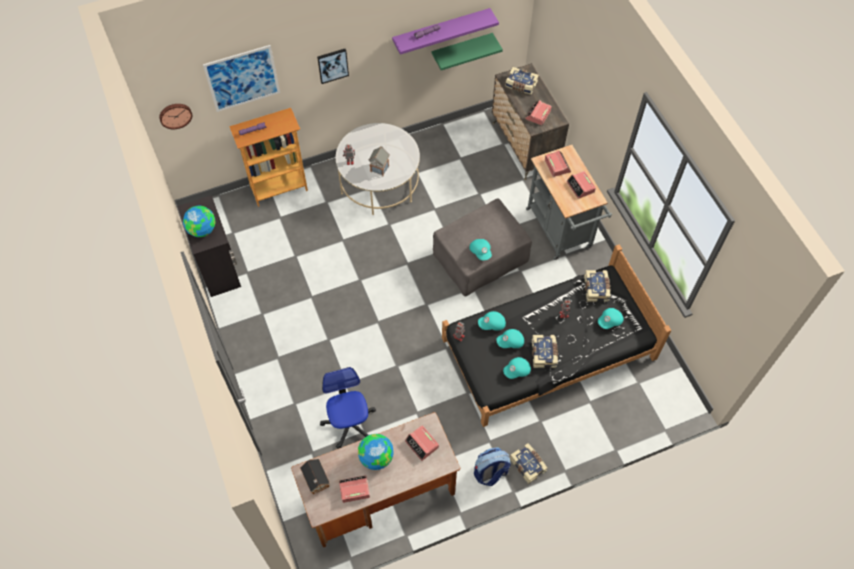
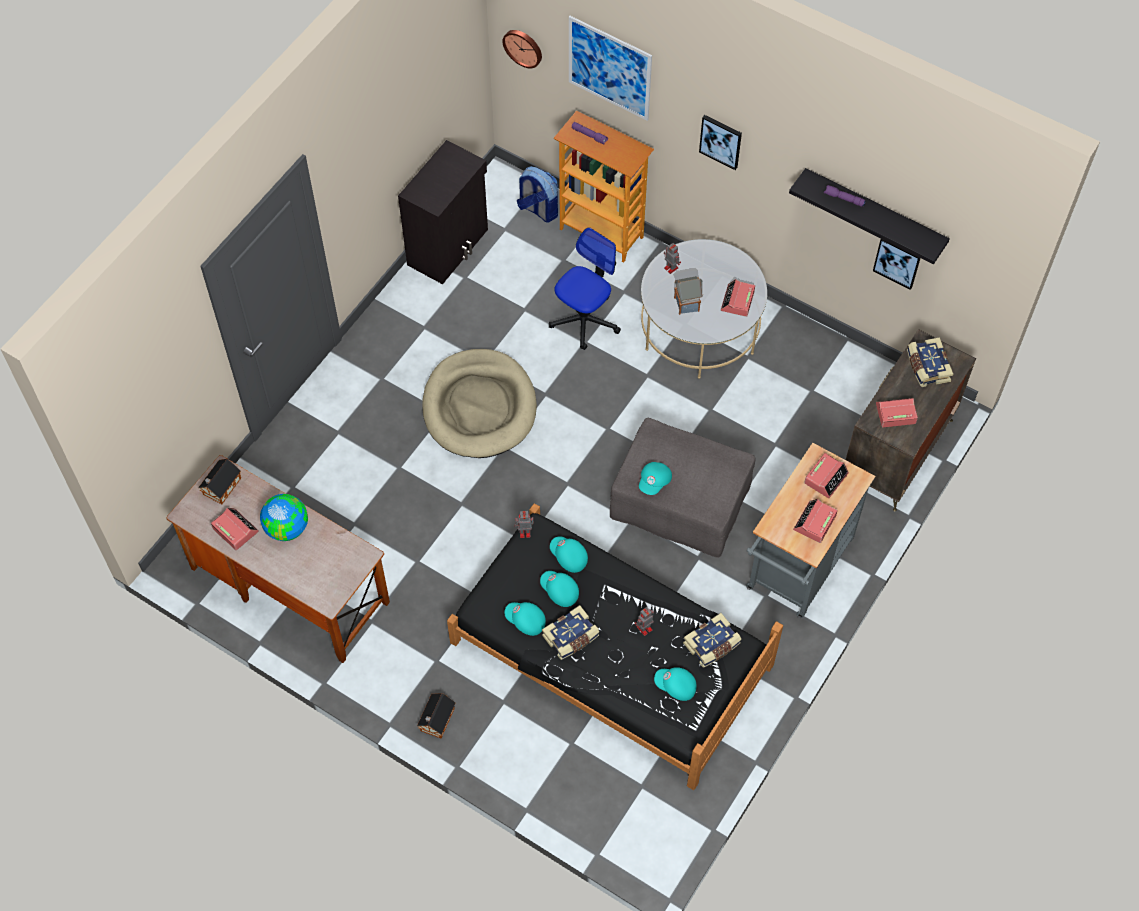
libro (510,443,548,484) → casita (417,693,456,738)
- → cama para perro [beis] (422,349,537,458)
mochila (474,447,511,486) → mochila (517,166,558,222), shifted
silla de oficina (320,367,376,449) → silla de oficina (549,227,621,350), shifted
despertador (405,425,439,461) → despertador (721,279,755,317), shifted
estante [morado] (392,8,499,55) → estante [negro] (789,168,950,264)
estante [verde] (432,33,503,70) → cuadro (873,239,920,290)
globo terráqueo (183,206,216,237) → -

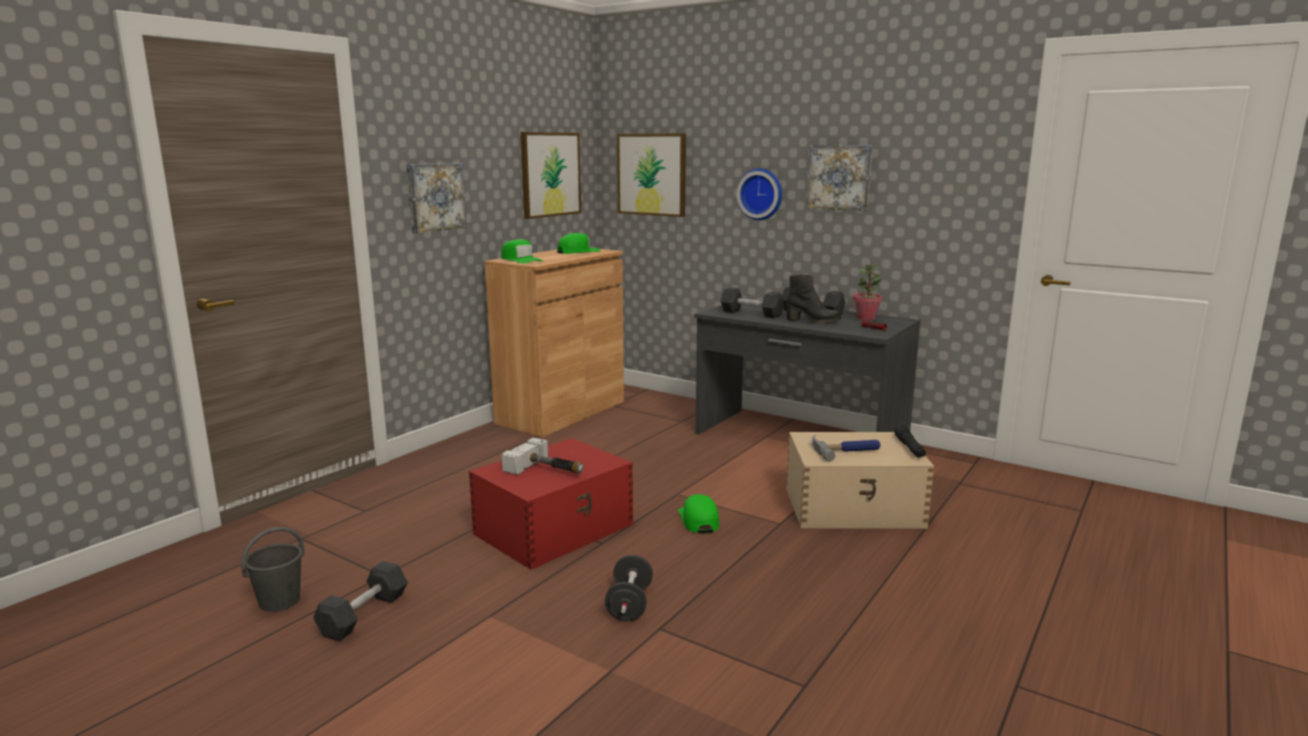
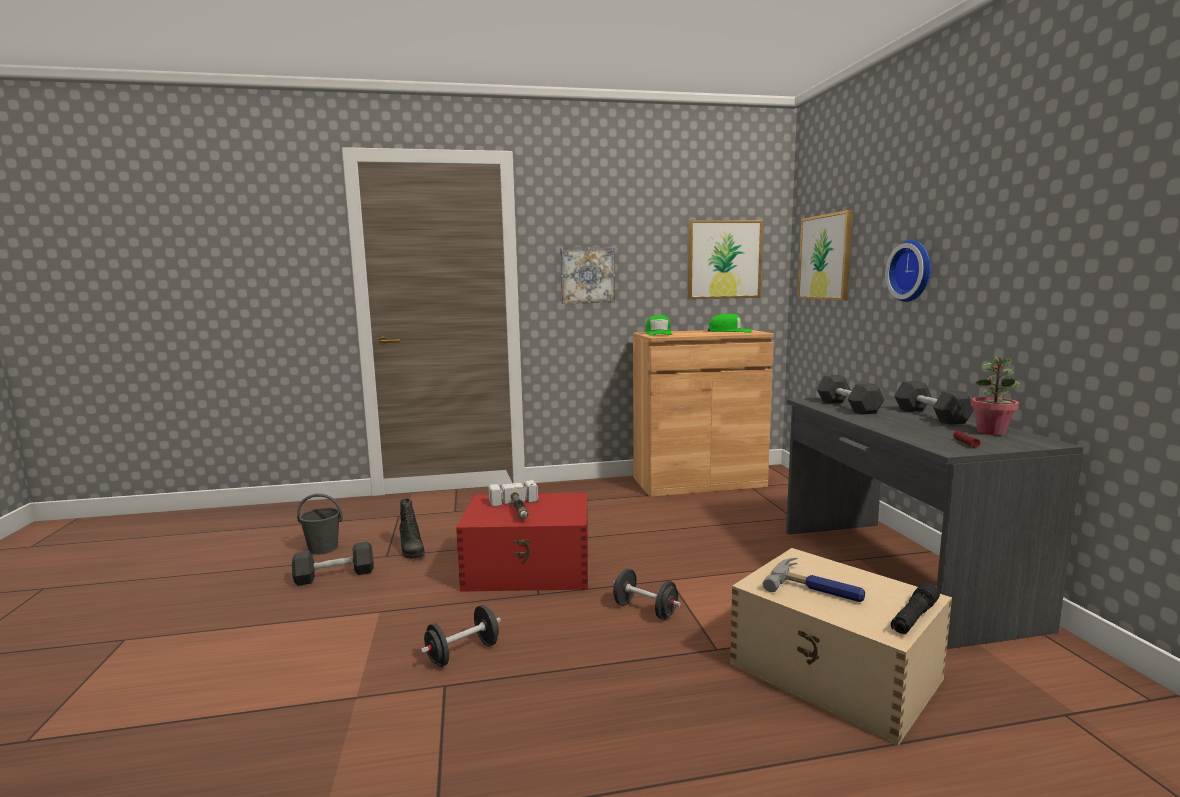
bota [negro] (786,275,841,324) → bota [negro] (399,498,425,559), shifted
gorra [verde] (678,494,719,534) → mancuerna [negro] (612,569,681,620)
cuadro (807,145,873,211) → -

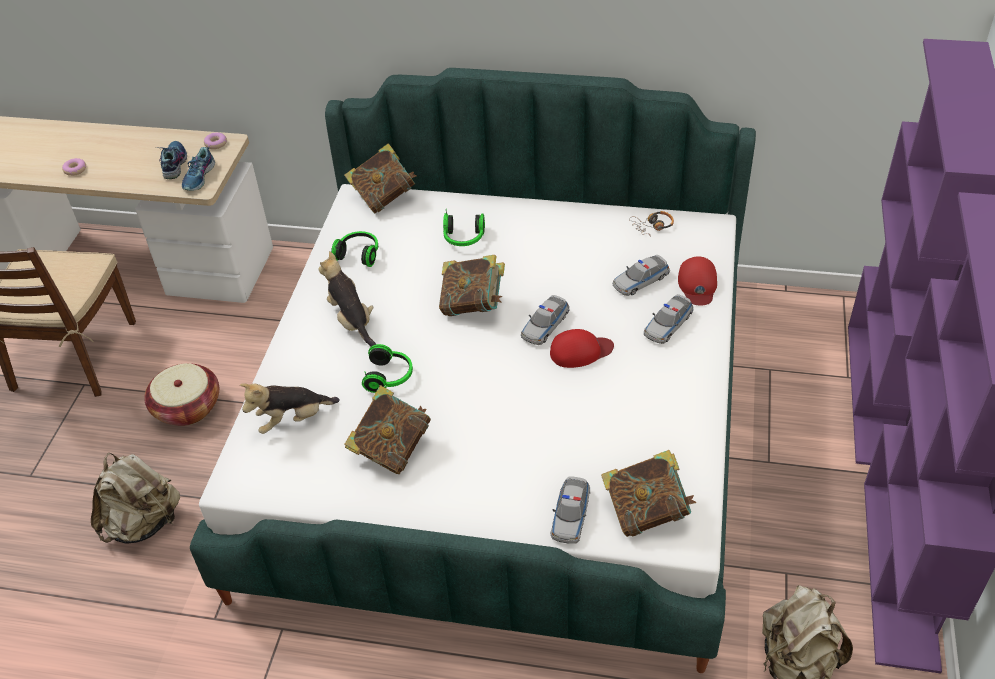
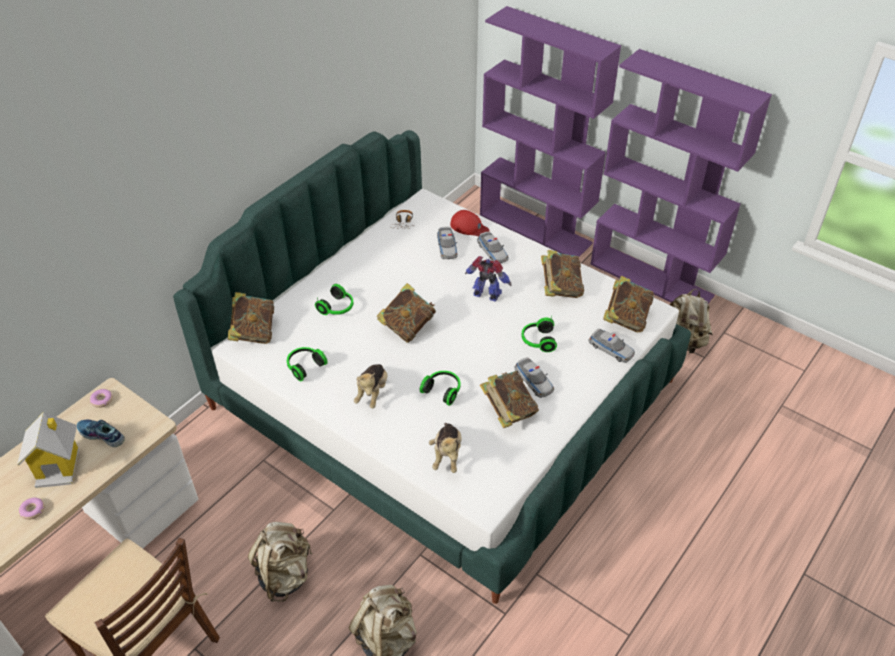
- → casita (17,412,79,488)
cesta (144,363,219,426) → mochila [beis] (248,522,312,602)
peluche (318,251,376,346) → peluche (354,364,388,408), 75 degrees counterclockwise
gorra [rojo] (550,329,614,368) → robot de juguete (465,256,512,302)
coche de juguete (521,295,570,345) → coche de juguete (514,357,554,398), shifted
- → auriculares (521,316,557,352)
- → libro (541,250,584,298)
zapato (182,147,215,191) → -

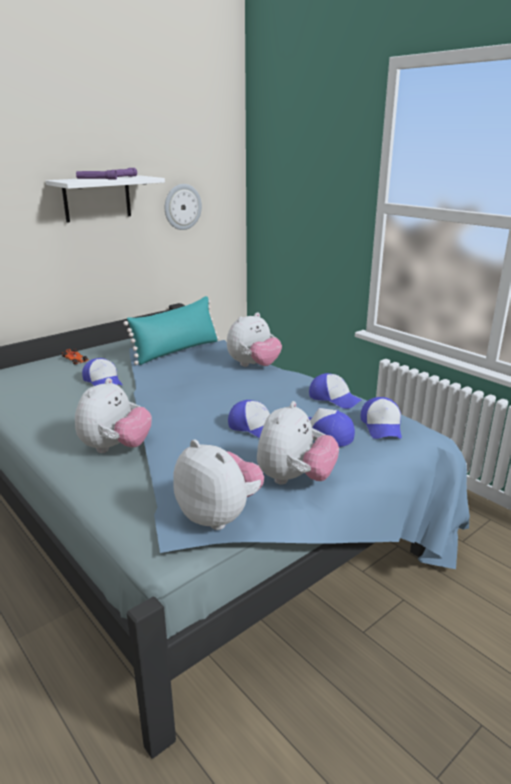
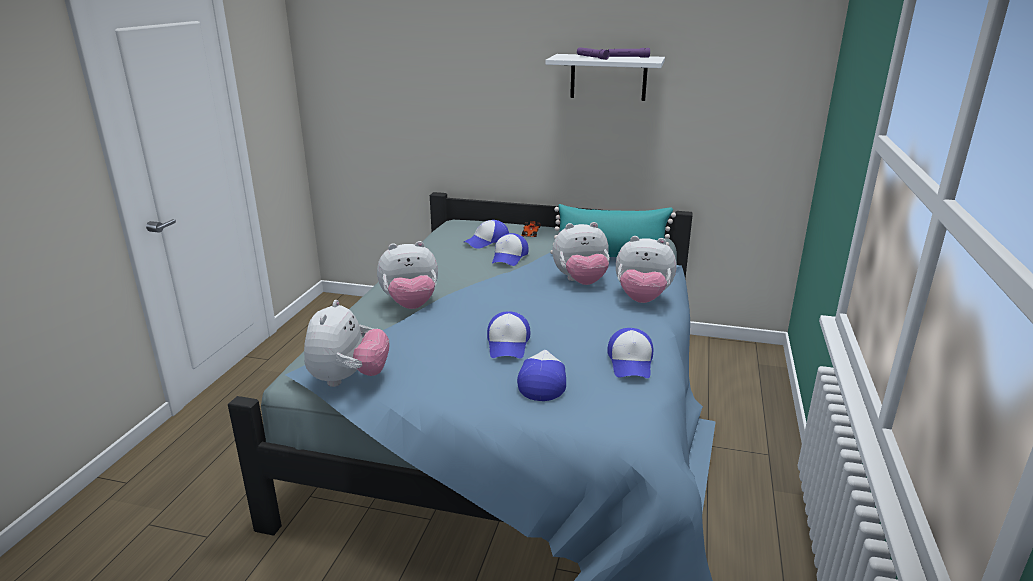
gorra (361,397,402,439) → gorra (464,220,509,249), shifted
peluche (257,401,339,485) → peluche (552,222,610,285), shifted
reloj de pared (165,184,202,230) → -

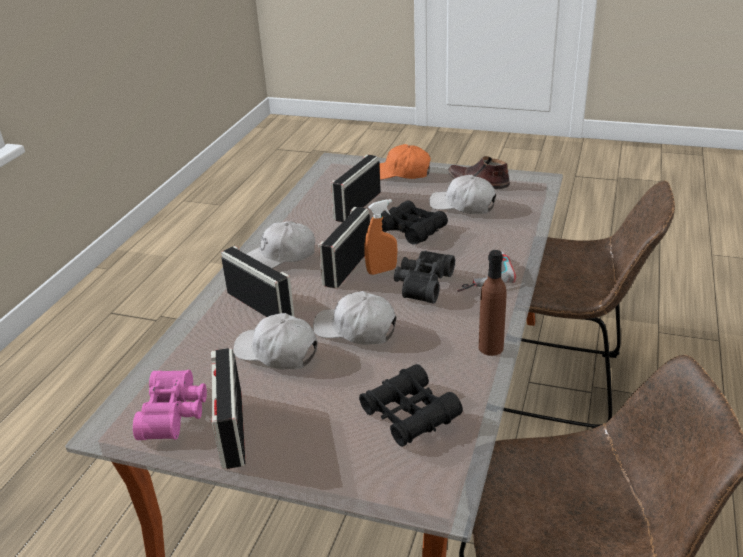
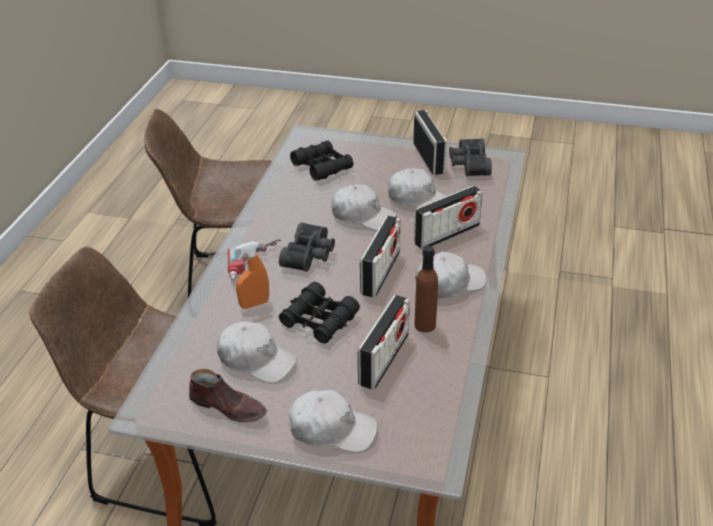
pulverizador [naranja] (364,199,398,275) → pulverizador [naranja] (235,242,269,309), shifted
gorra [naranja] (379,144,431,179) → gorra [blanco] (289,390,377,452)
radio (221,246,295,317) → radio (414,185,483,250), 75 degrees counterclockwise
botella [marrón] (479,250,507,356) → botella [marrón] (414,246,438,333), shifted
prismáticos [rosa] (133,370,207,440) → prismáticos [negro] (449,138,492,176)

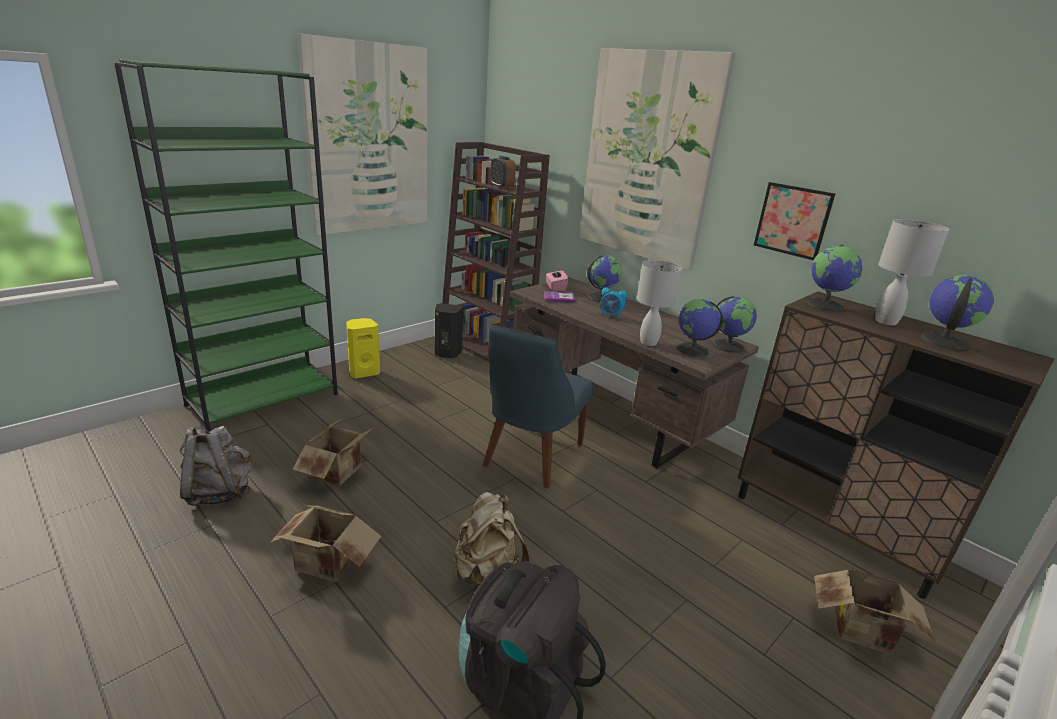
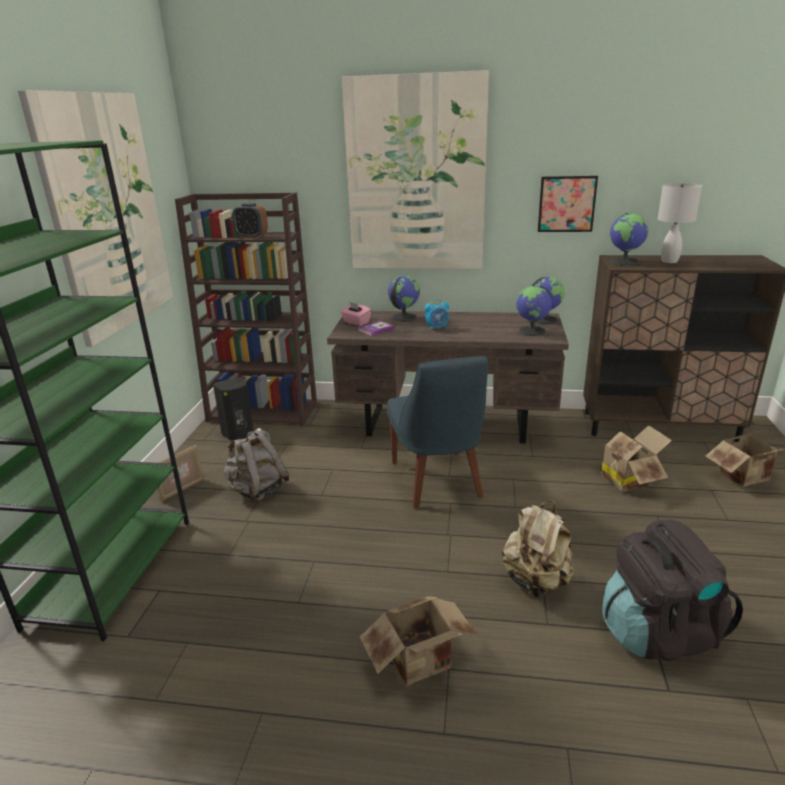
altavoz [amarillo] (346,318,380,378) → portarretratos (157,445,205,502)
mochila [gris] (180,426,252,506) → mochila [gris] (223,428,289,503), shifted
caja de cartón (293,418,374,486) → caja de cartón (595,425,672,492), shifted
lámpara de mesa [blanco] (637,260,682,346) → -
globo terráqueo (921,275,994,350) → -

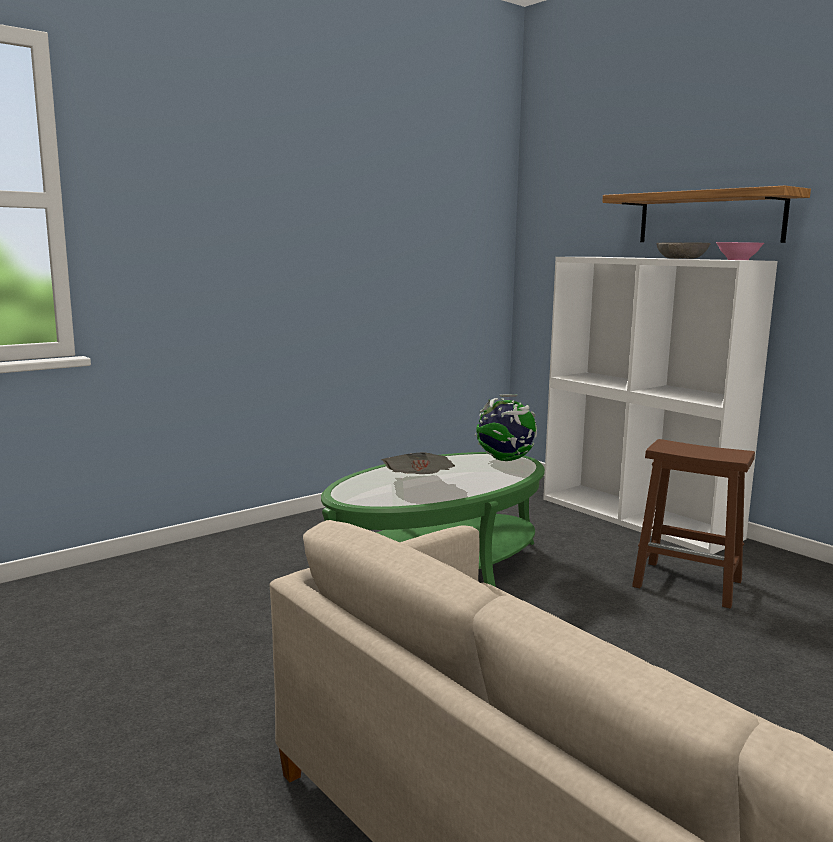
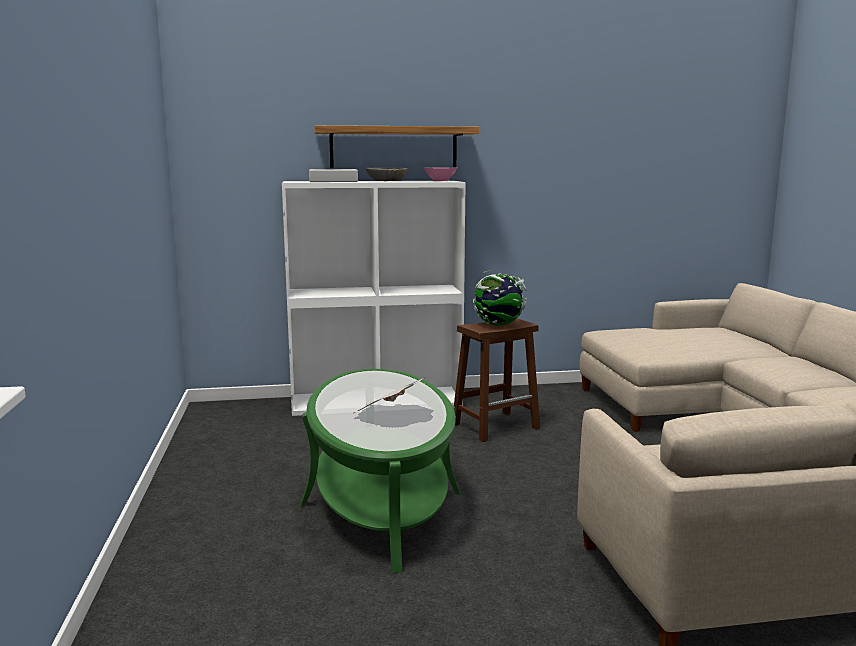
- → bandeja [gris] (309,169,358,182)
globo terráqueo (475,394,537,461) → globo terráqueo (473,270,527,326), shifted

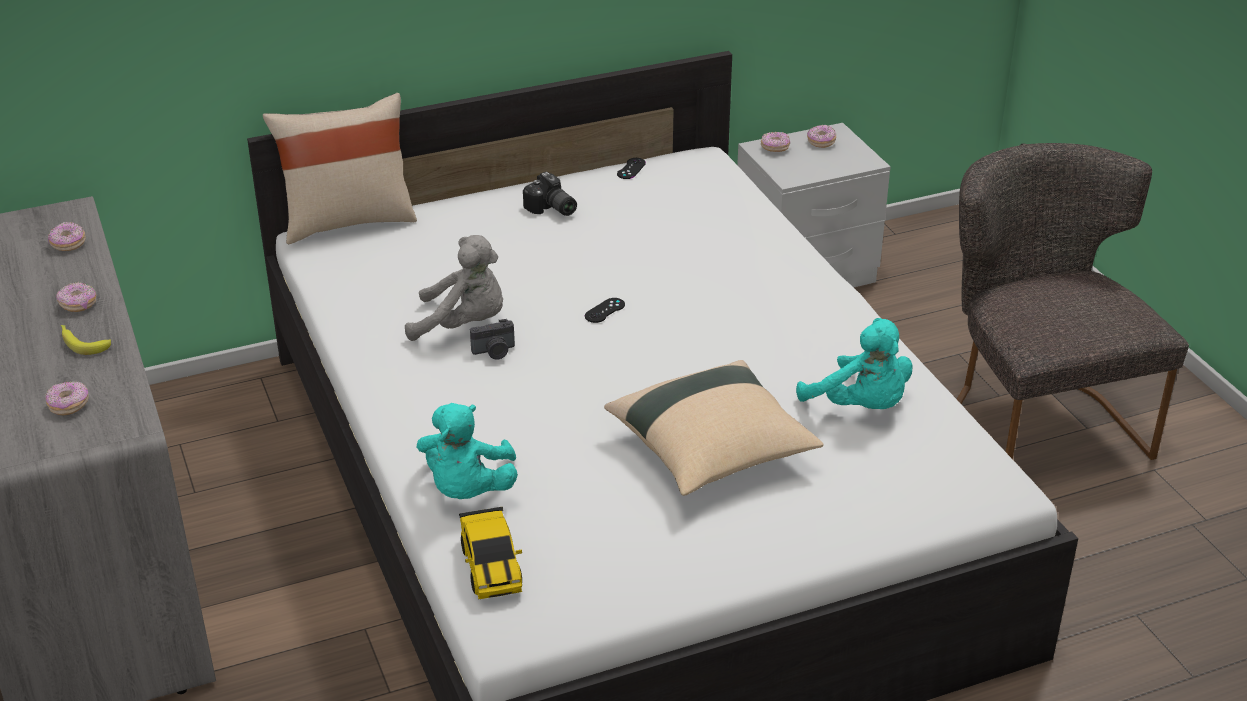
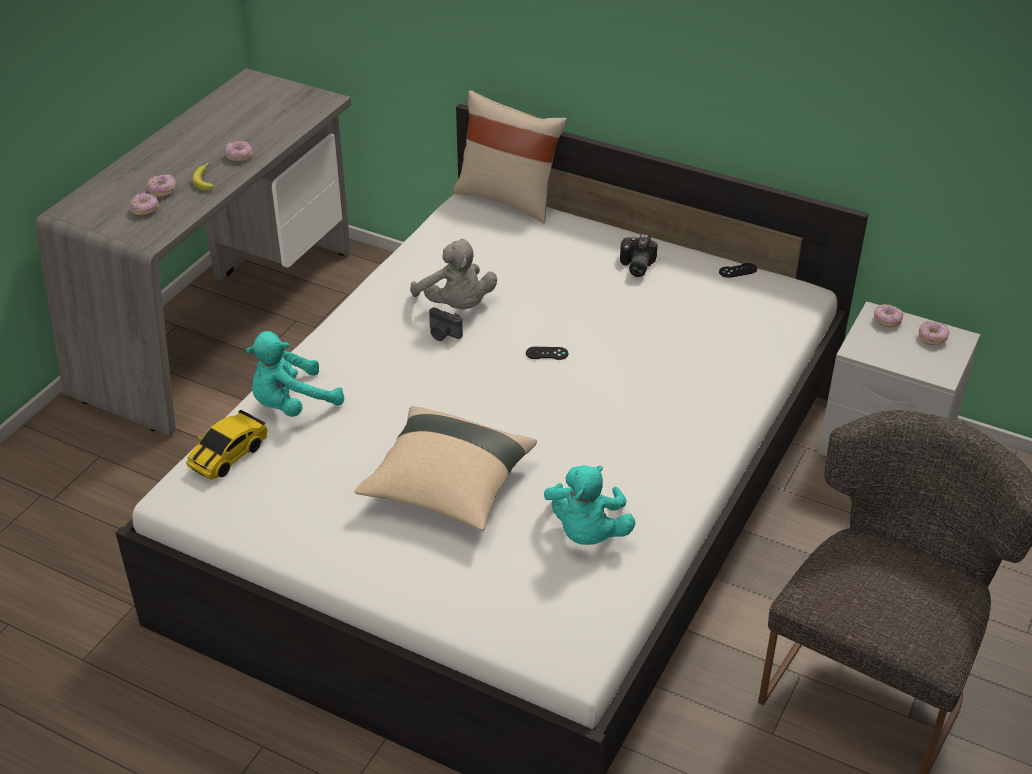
rosquilla (48,222,86,251) → rosquilla (147,174,176,197), shifted

